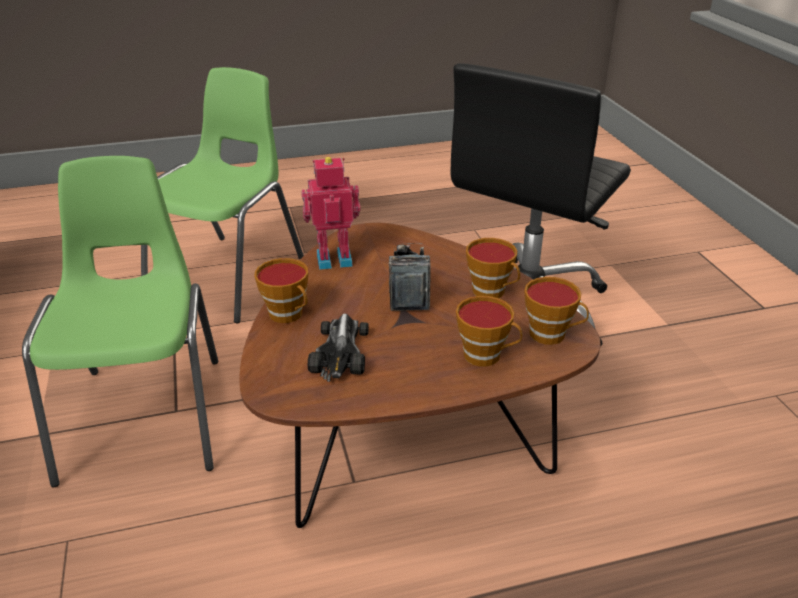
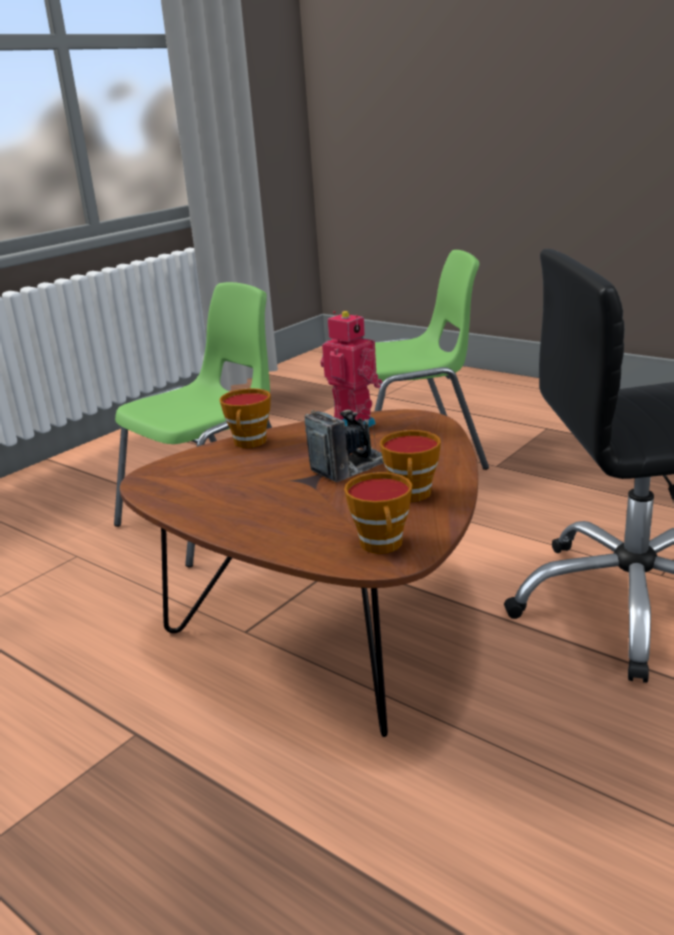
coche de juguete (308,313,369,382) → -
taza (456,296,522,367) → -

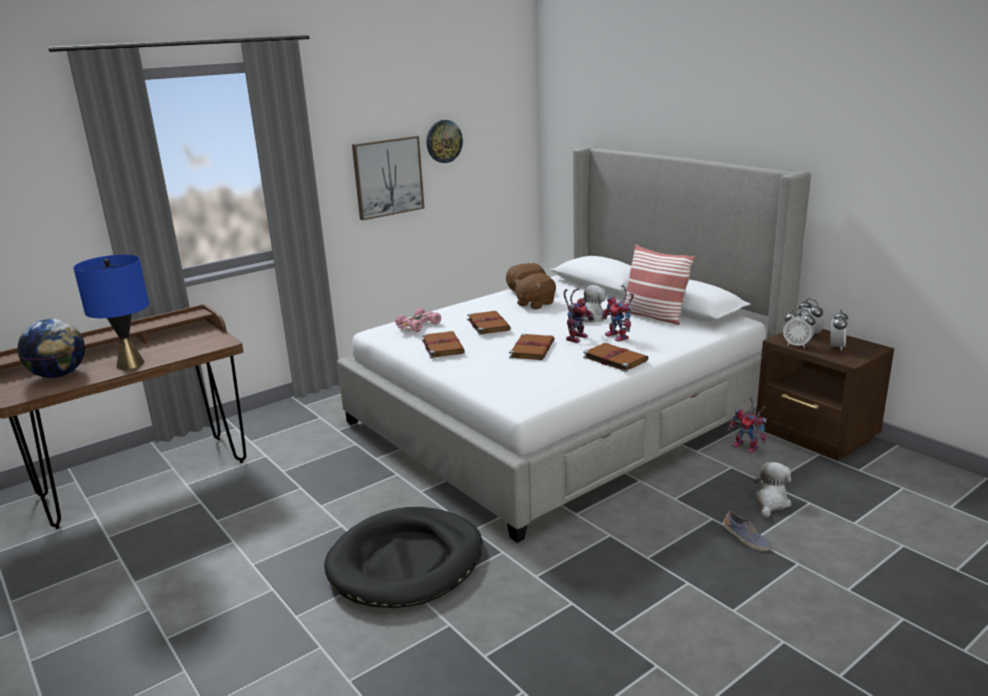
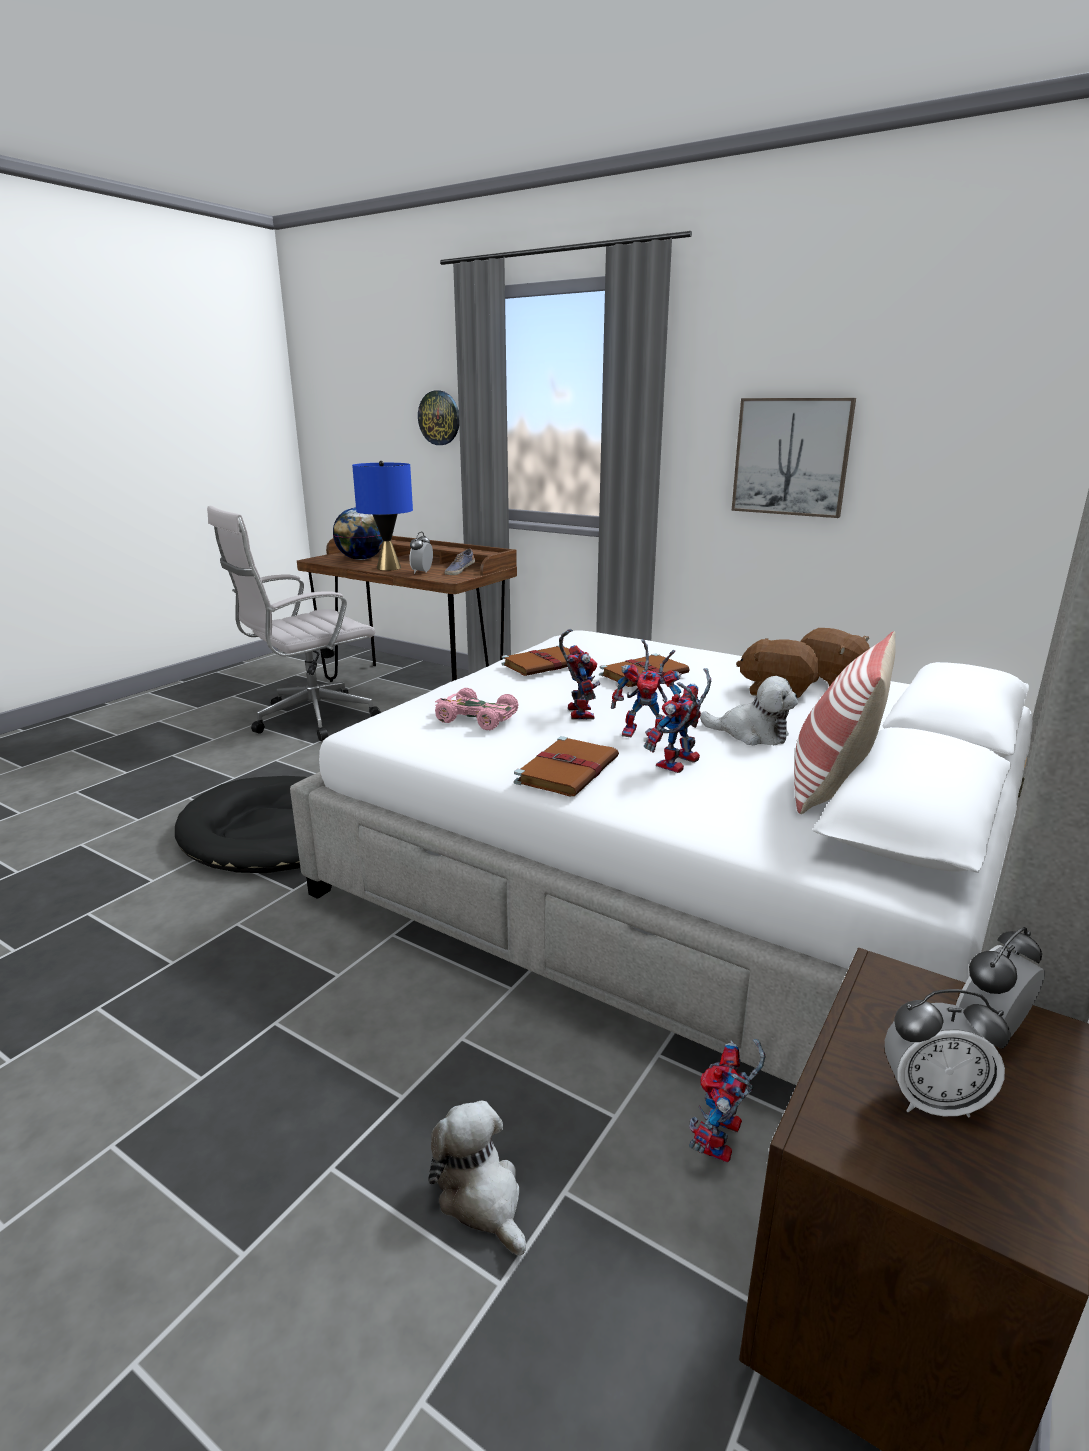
- → silla de oficina [blanco] (207,506,381,741)
despertador (783,308,815,348) → despertador (409,532,433,574), shifted
reloj de pared (427,120,463,163) → reloj de pared (418,391,459,445), shifted
peluche (753,462,791,518) → peluche (429,1100,526,1256), 135 degrees counterclockwise
coche de juguete [rosa] (395,308,441,332) → coche de juguete [rosa] (435,688,519,730), shifted
zapato (722,511,772,551) → zapato (445,548,475,575), shifted
libro [marrón] (509,333,555,360) → robot de juguete (559,629,600,720)

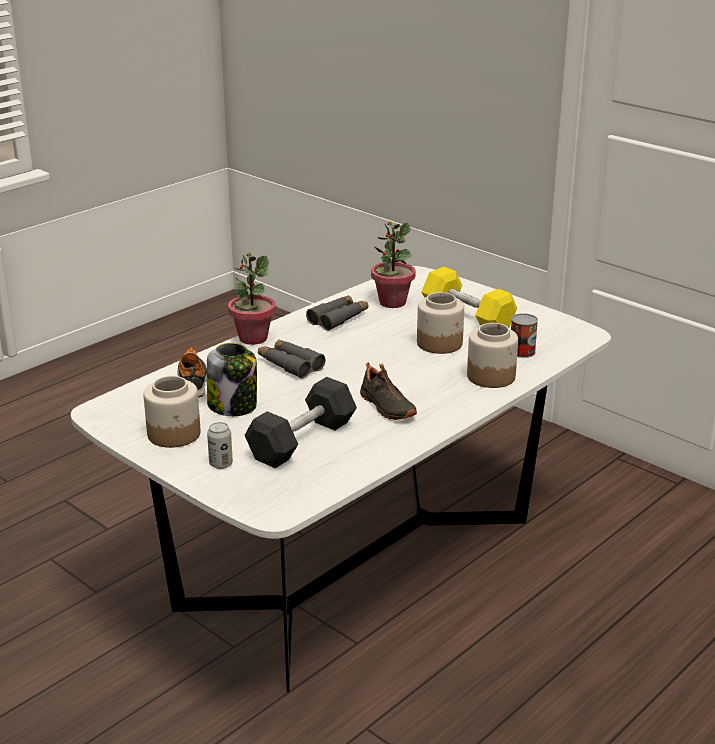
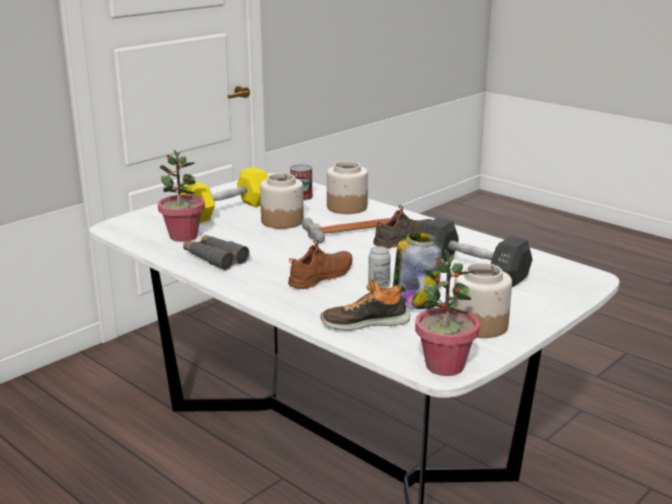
prismáticos [gris] (258,339,325,379) → zapato [marrón] (288,239,353,289)
- → martillo (302,218,389,243)
lata (207,422,233,469) → lata (368,246,391,288), shifted
planta en maceta (228,253,276,345) → planta en maceta (415,249,480,376), shifted

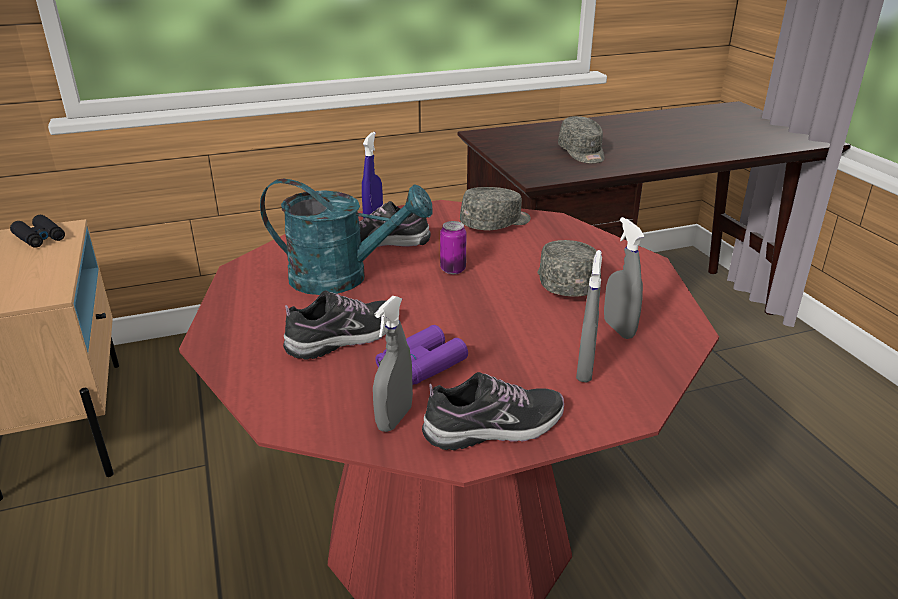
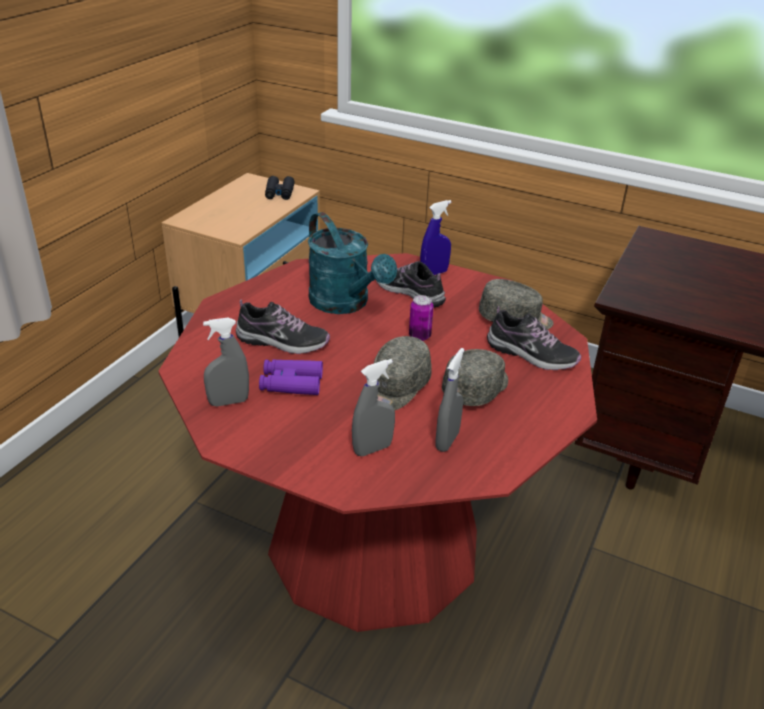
gorra [gris] (558,116,605,163) → gorra [gris] (374,336,432,410), shifted
zapato (422,372,564,450) → zapato (487,306,581,370), shifted

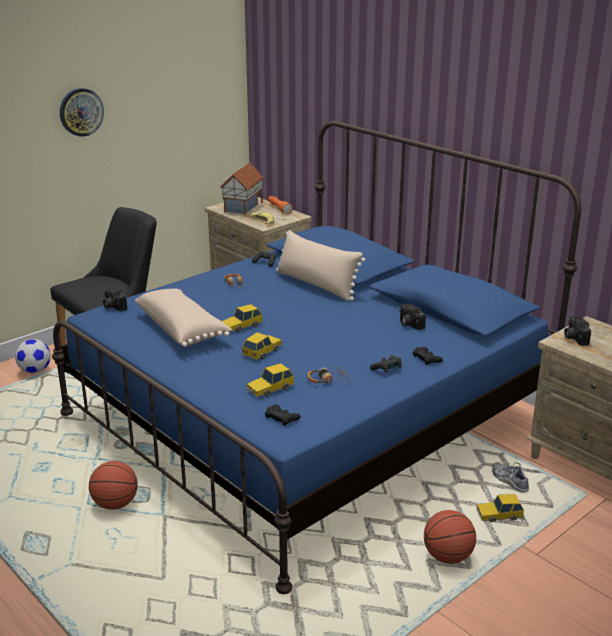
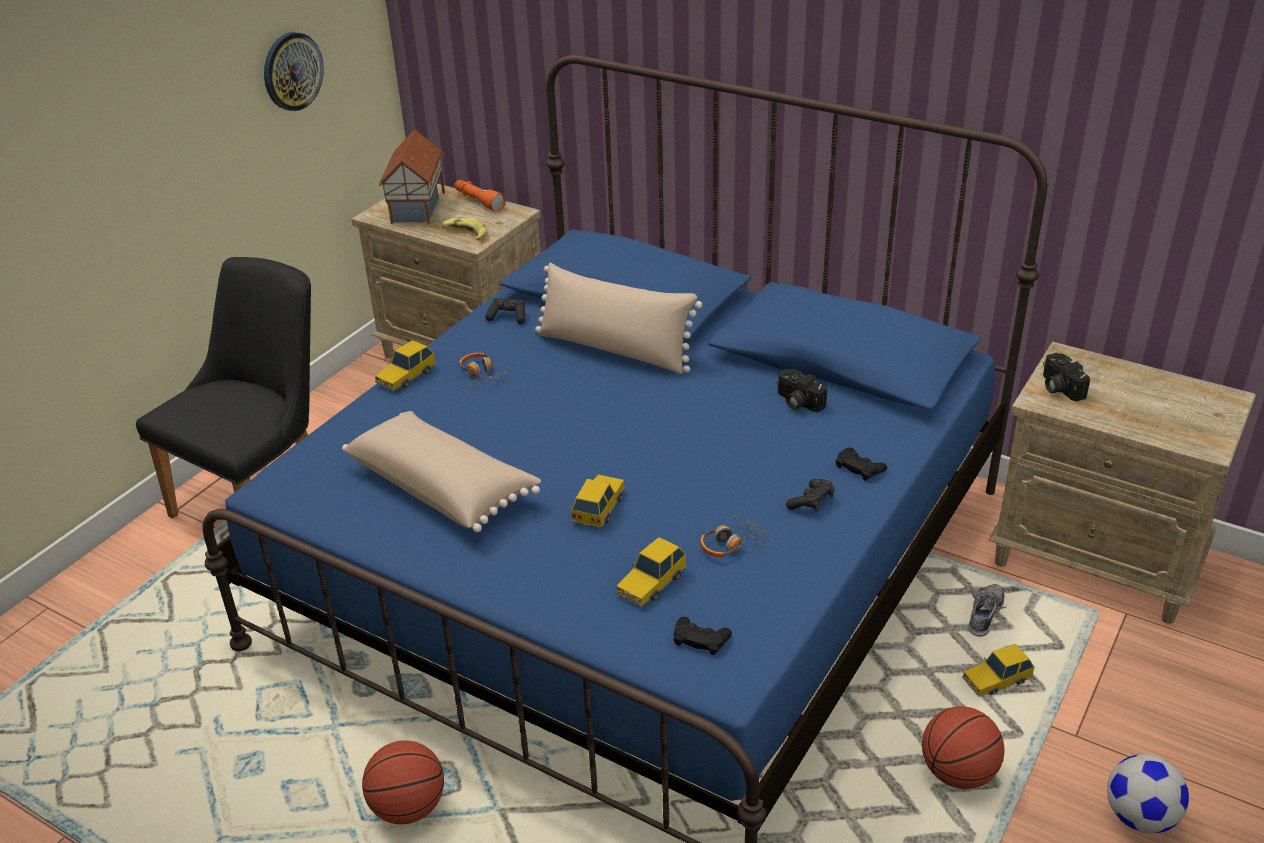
reloj de pared (60,88,104,137) → reloj de pared (264,32,324,111), shifted
coche de juguete (222,304,263,332) → coche de juguete (375,340,436,391), shifted
zapato (492,462,529,493) → zapato (969,584,1005,637), 75 degrees clockwise
balón de fútbol (15,339,51,373) → balón de fútbol (1107,754,1189,833), shifted
cámara (103,287,127,311) → -

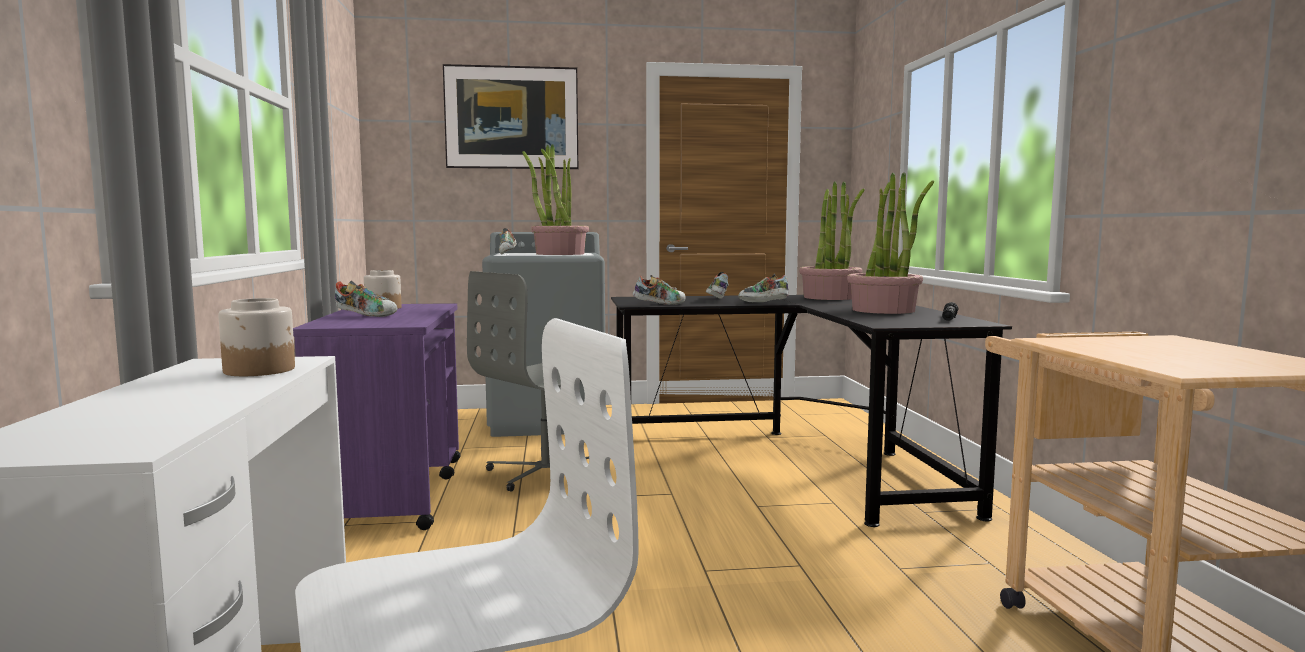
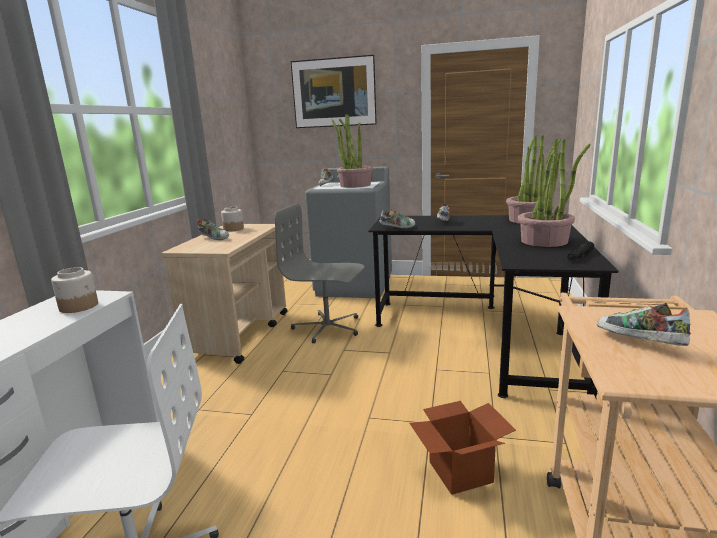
carrito [morado] (293,303,460,530) → carrito [beis] (162,224,288,364)
silla de oficina [gris] (467,271,589,491) → silla de oficina [gris] (275,204,364,343), 45 degrees clockwise
- → caja de cartón (409,401,516,495)
zapato (738,274,789,302) → zapato (597,303,691,346), shifted

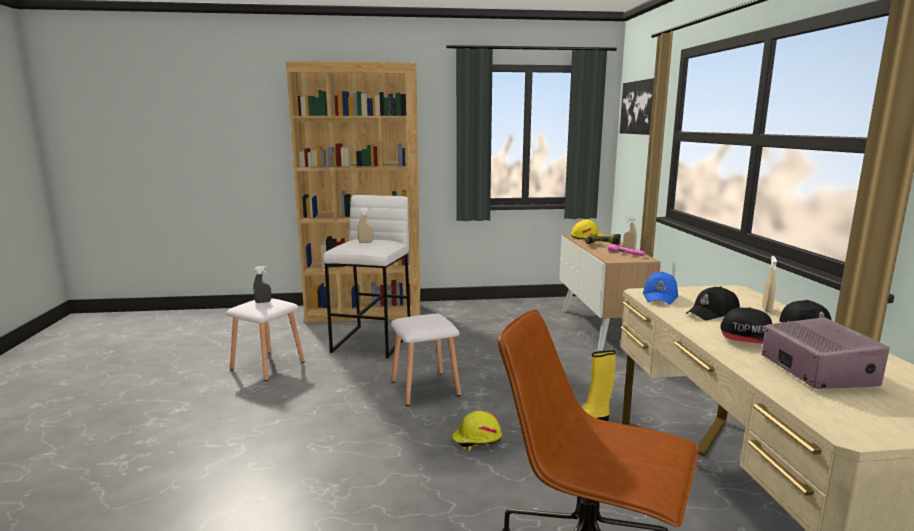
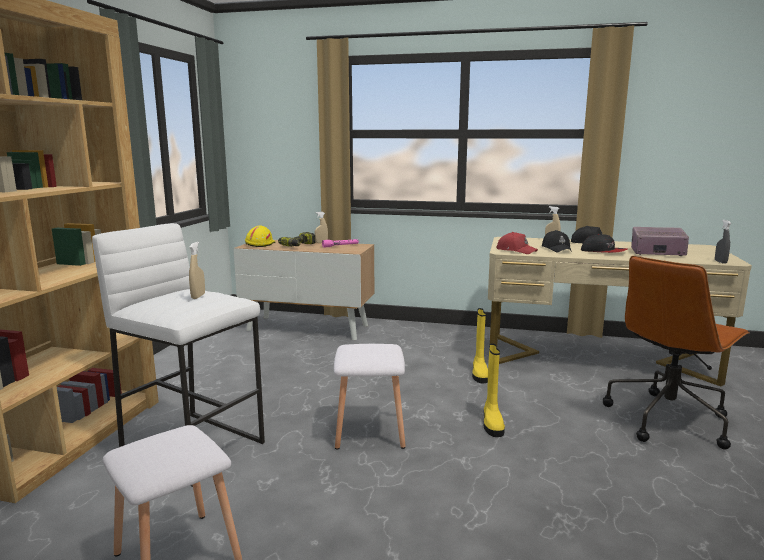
casco [amarillo] (452,411,502,450) → bota [amarillo] (484,343,505,437)
gorra [azul] (643,272,678,305) → gorra [rojo] (496,232,538,254)
pulverizador [gris] (253,266,271,303) → pulverizador [gris] (715,220,731,264), shifted
cuadro (620,78,654,135) → -

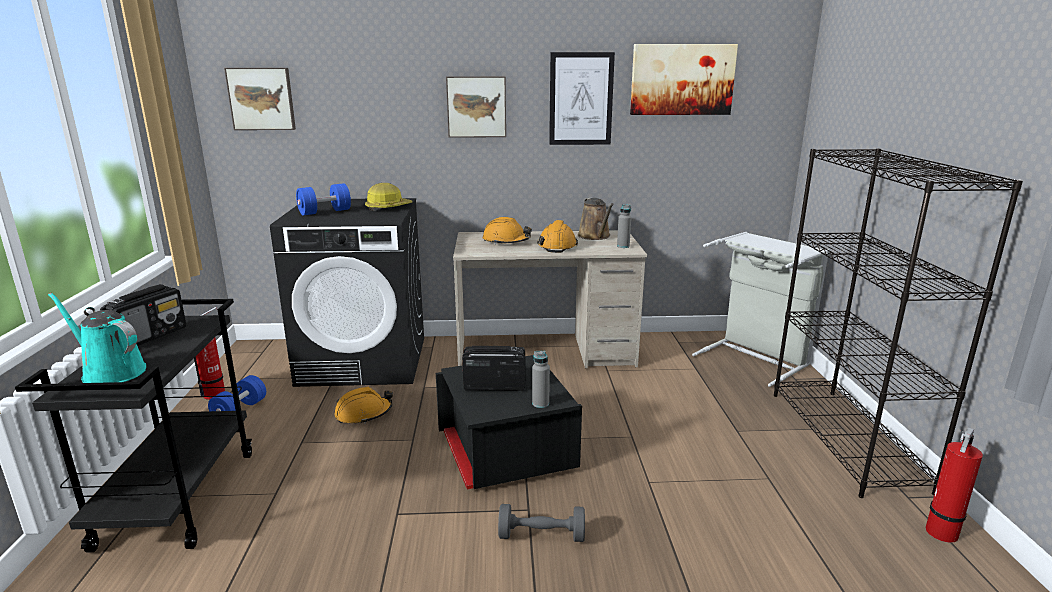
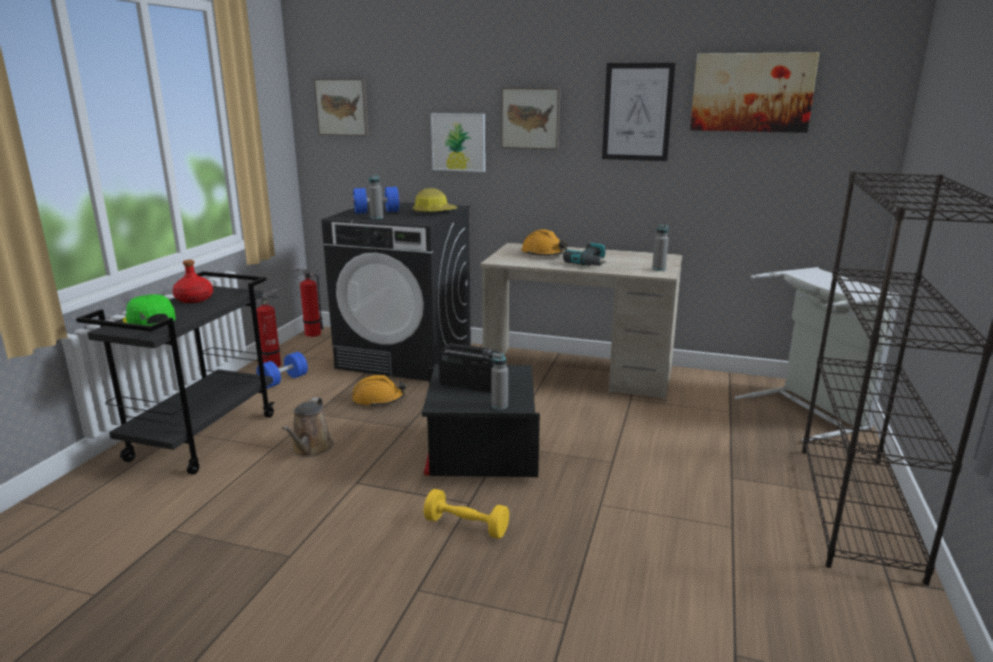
regadera [turquesa] (48,293,146,383) → gorra [verde] (122,294,176,326)
radio (100,284,186,346) → botella [rojo] (172,260,213,303)
regadera [marrón] (578,198,614,240) → regadera [marrón] (282,397,334,457), shifted
extintor (926,428,983,543) → extintor (291,268,323,337), shifted
- → botella [gris] (369,175,383,219)
mancuerna [gris] (498,504,585,542) → mancuerna [amarillo] (424,489,509,539)
- → cuadro (431,113,485,172)
casco [naranja] (537,220,578,253) → taladro (563,243,606,266)

